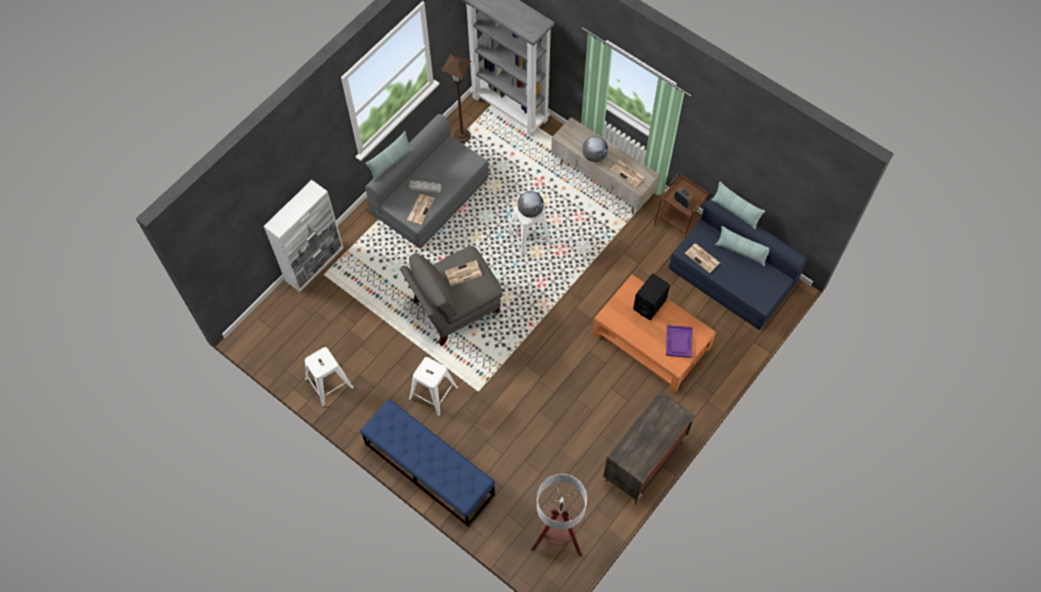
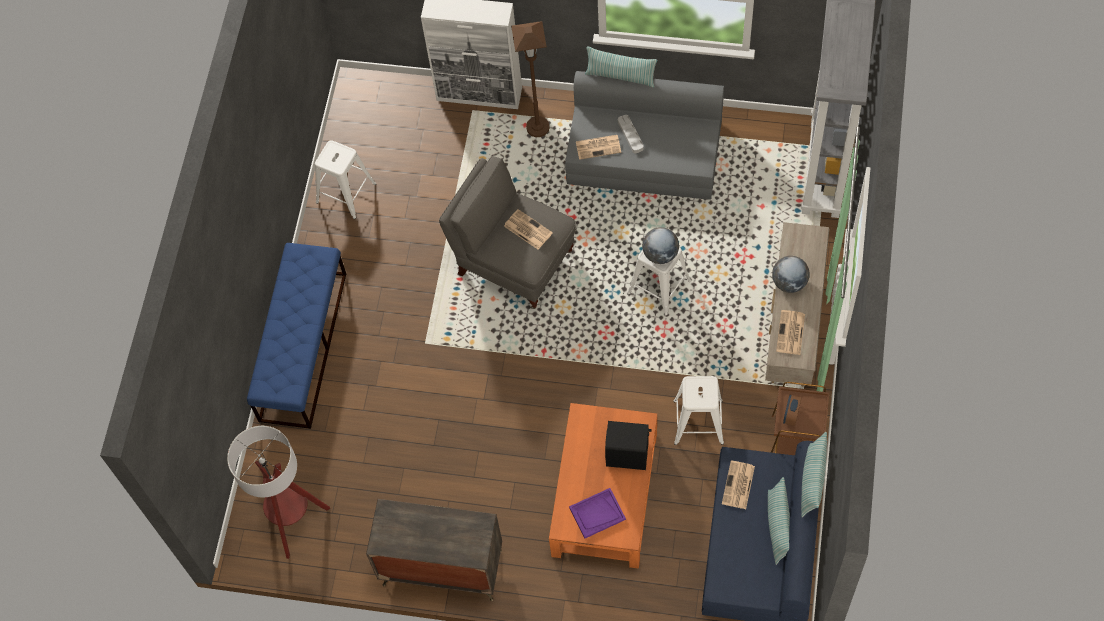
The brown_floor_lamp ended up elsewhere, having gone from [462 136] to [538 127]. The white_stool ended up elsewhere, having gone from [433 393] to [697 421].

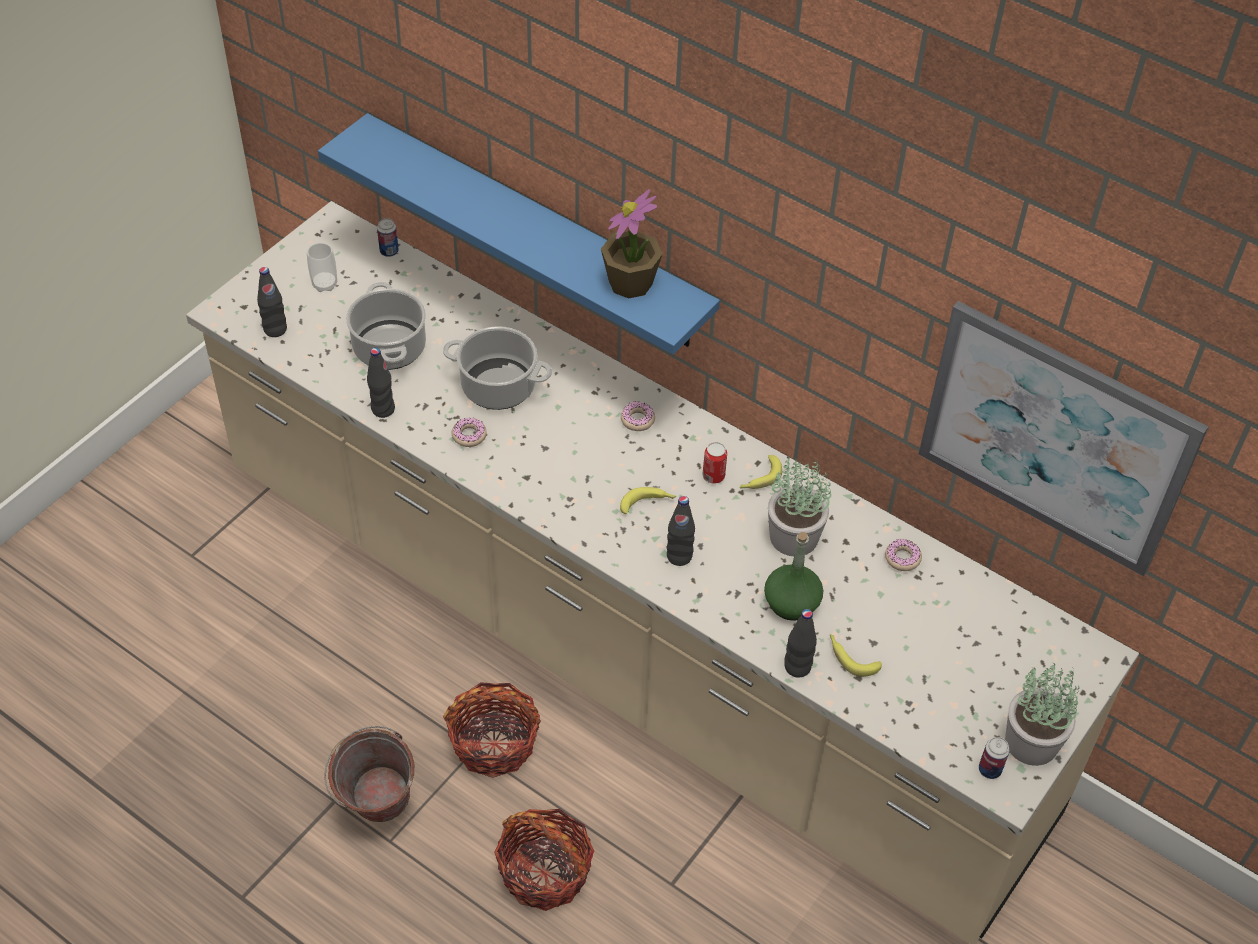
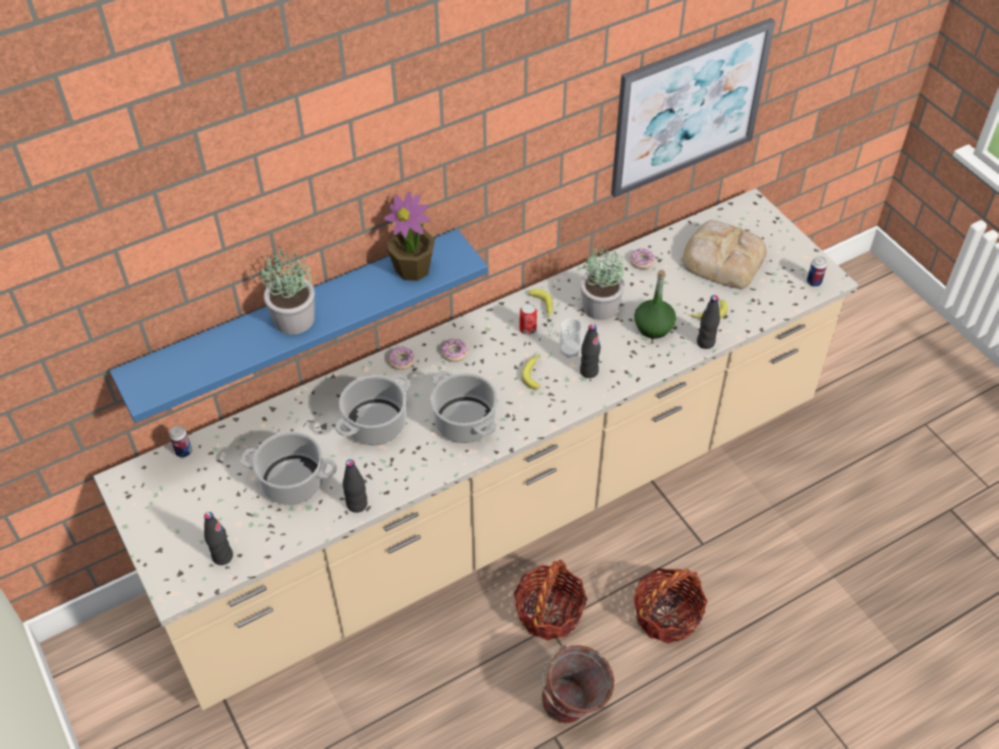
The potted_plant ended up elsewhere, having gone from [1032 743] to [295 319]. The donut ended up elsewhere, having gone from [469 435] to [401 361]. The second view gained the cooking_pot at [464 421]. The cup ended up elsewhere, having gone from [324 284] to [570 351]. The second view gained the bread at [722 258].

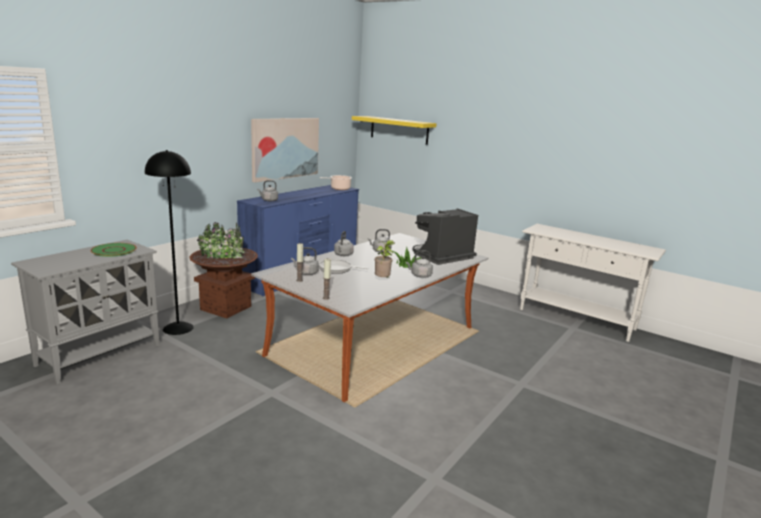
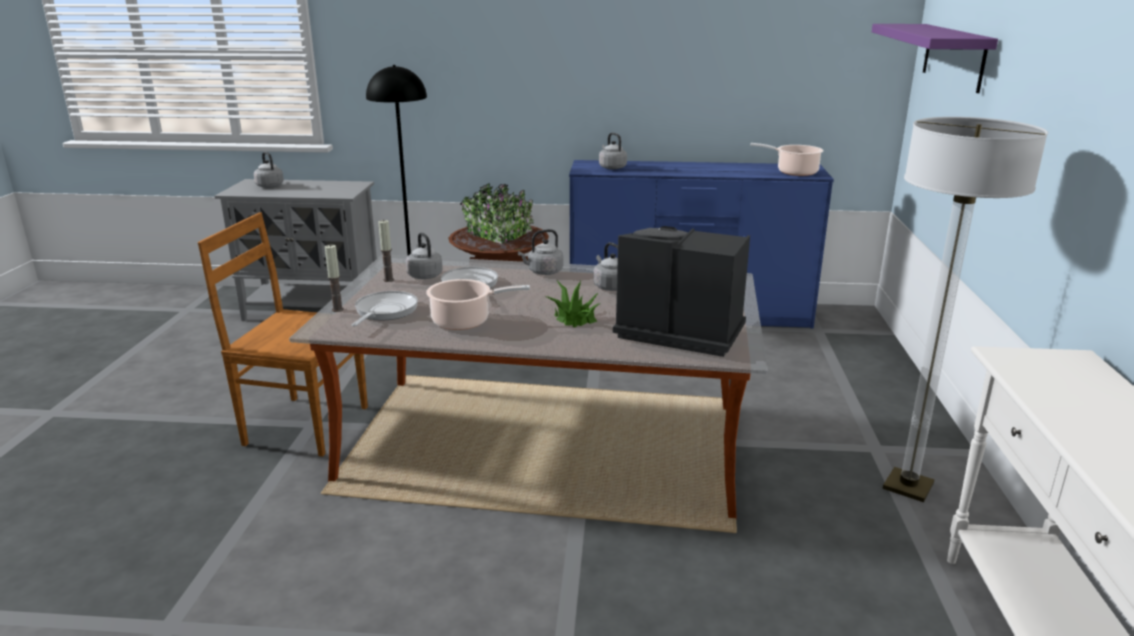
The second view gained the brown_chair at [303 425]. The grey_kettle ended up elsewhere, having gone from [420 275] to [269 185]. The second view gained the frying_pan at [384 311]. Where the potted_plant stood at [383 280], the cooking_pot came to stand at [465 321]. What was the yellow_shelf at [399 130] turned into the purple_shelf at [953 56]. The second view gained the floor_lamp at [908 486]. The second view lost the green_plate at [113 250]. The second view lost the picture at [285 148].

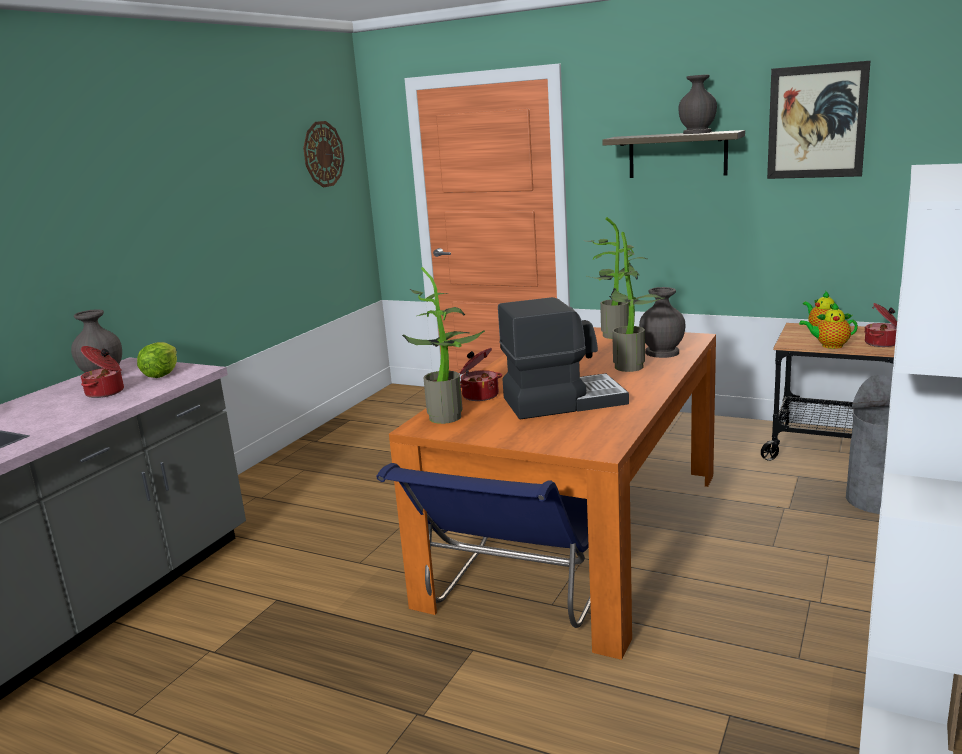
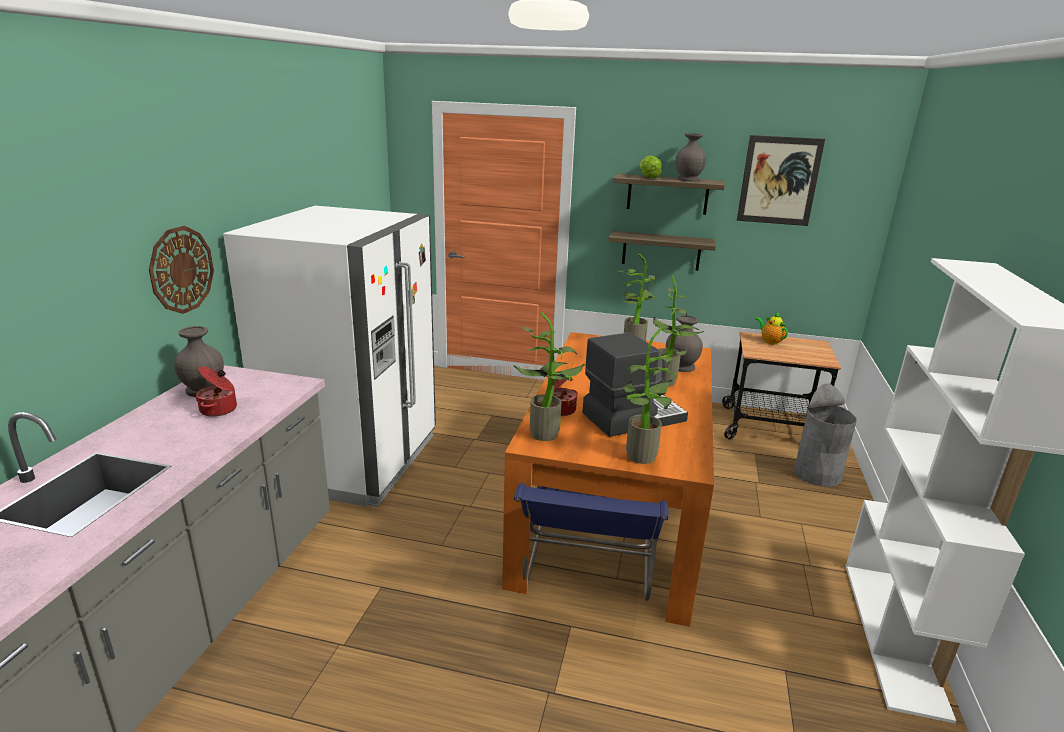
The wall_clock ended up elsewhere, having gone from [323 154] to [181 270]. The second view gained the white_fridge at [355 461]. The second view gained the shelf at [661 251]. The second view gained the potted_plant at [643 458]. The lettuce ended up elsewhere, having gone from [161 374] to [648 177]. The second view lost the teapot at [829 346]. The second view lost the cooking_pot at [882 343].

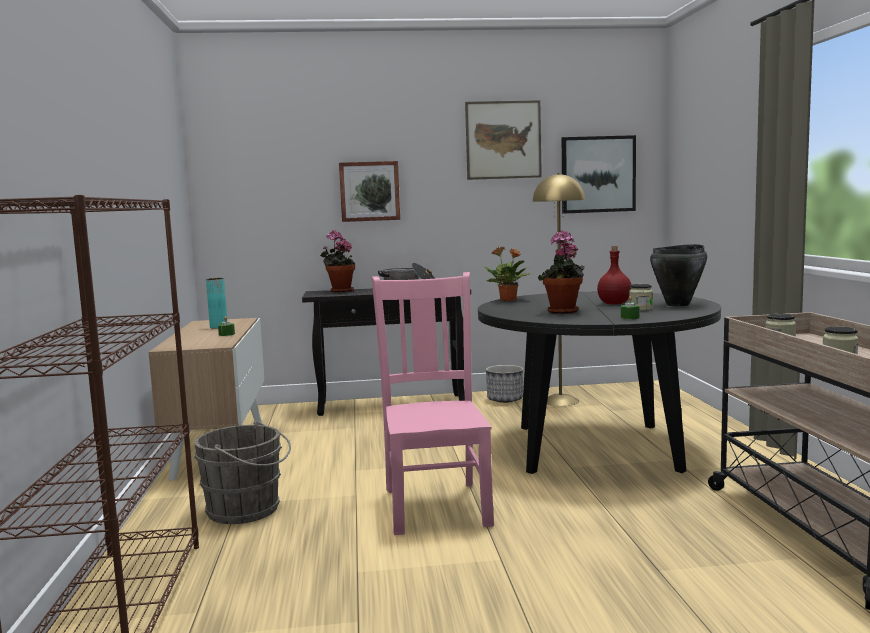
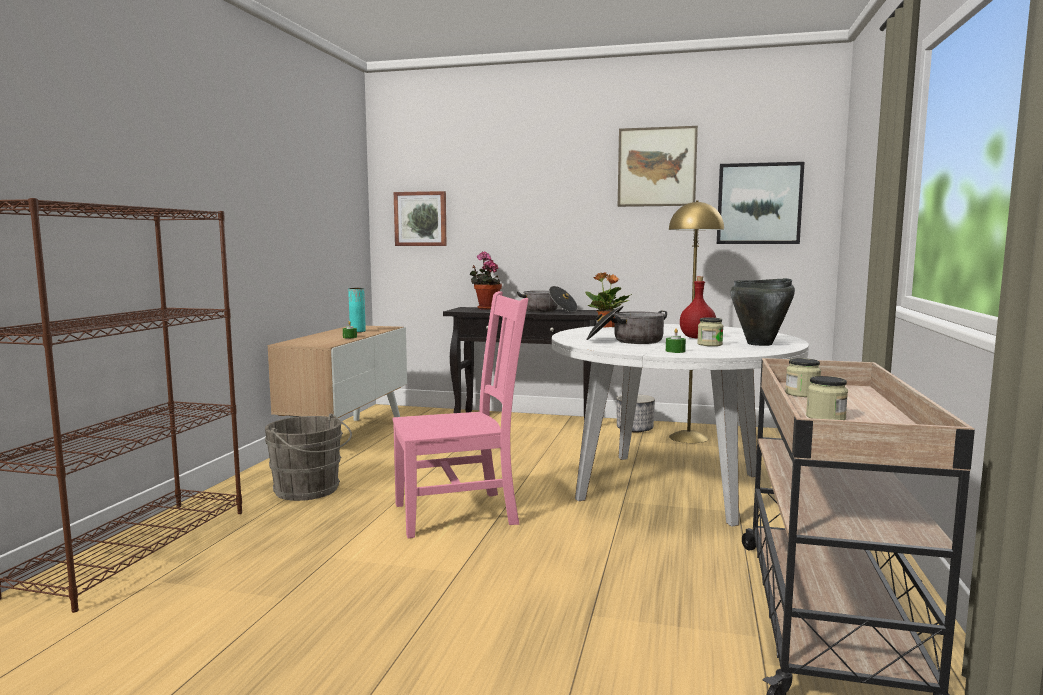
The pink_chair at [436 504] ended up facing another way, 60 degrees clockwise from before. The picture ended up elsewhere, having gone from [369 191] to [421 219]. What was the black_dining_table at [595 447] turned into the white_dining_table at [670 487]. Where the potted_plant stood at [563 312], the cooking_pot came to stand at [626 341].

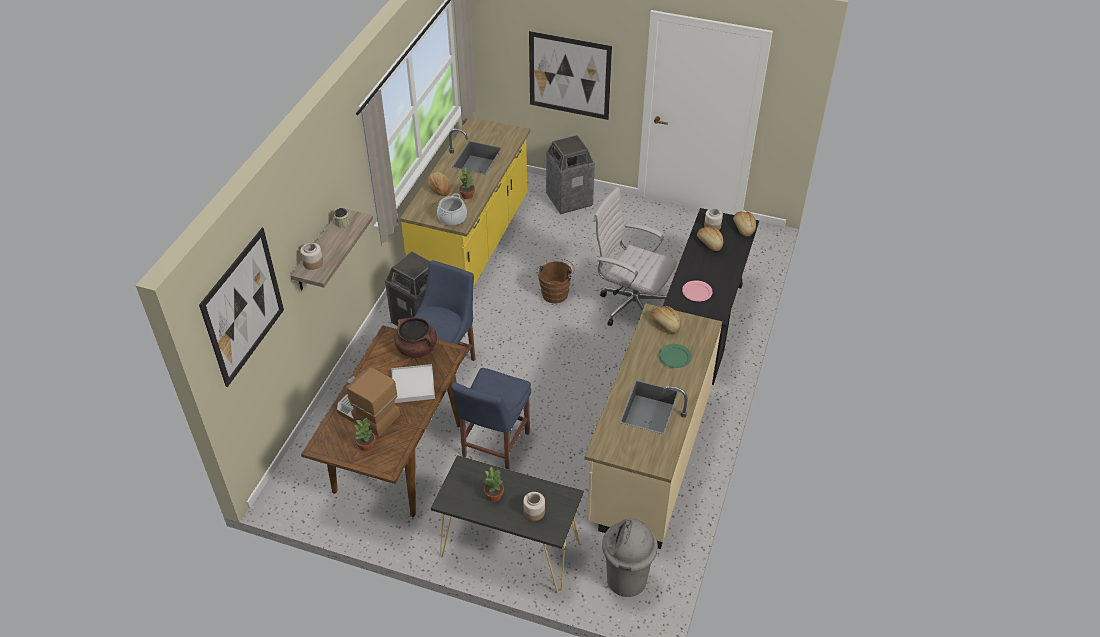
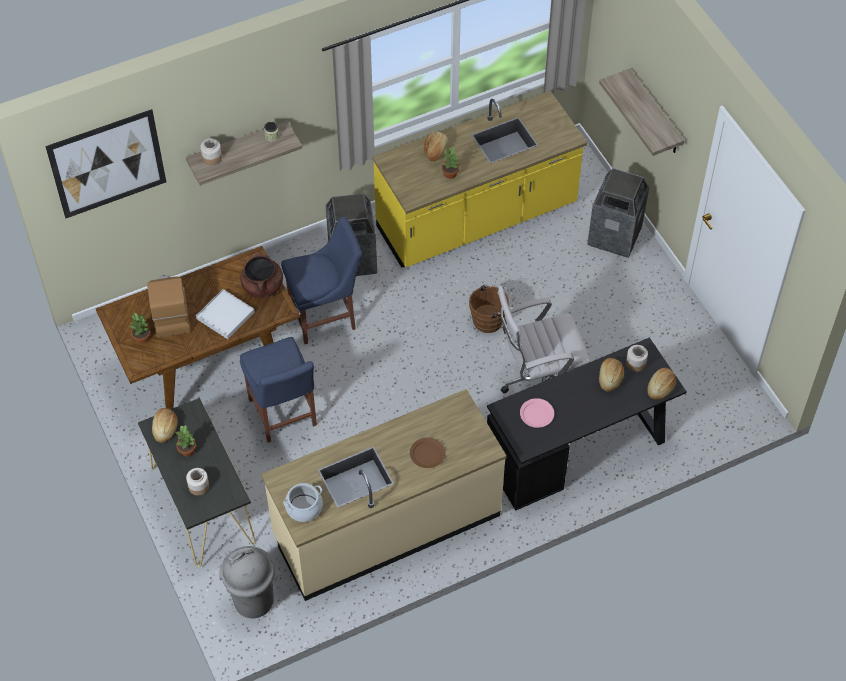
The bread ended up elsewhere, having gone from [665 324] to [165 428]. The blue_chair at [494 447] ended up facing another way, 90 degrees counterclockwise from before. The cooking_pot ended up elsewhere, having gone from [452 218] to [304 508]. What was the green_plate at [674 357] turned into the brown_plate at [427 453]. The white_office_chair at [630 306] ended up facing another way, 90 degrees counterclockwise from before. Where the picture hung at [569 75], the shelf came to hang at [655 114].

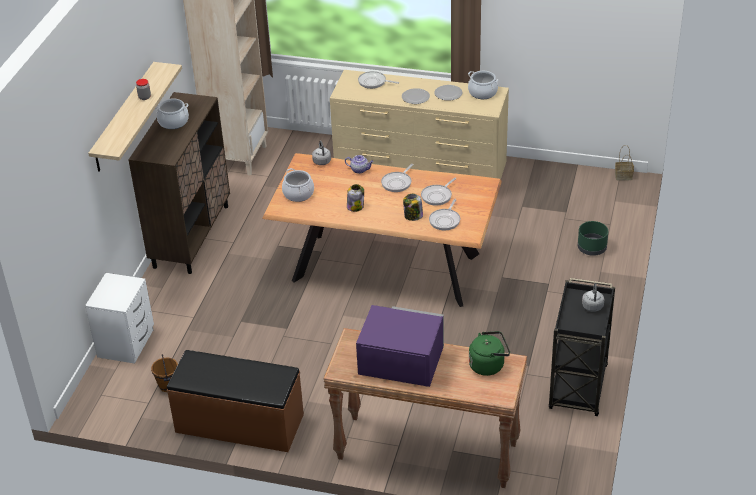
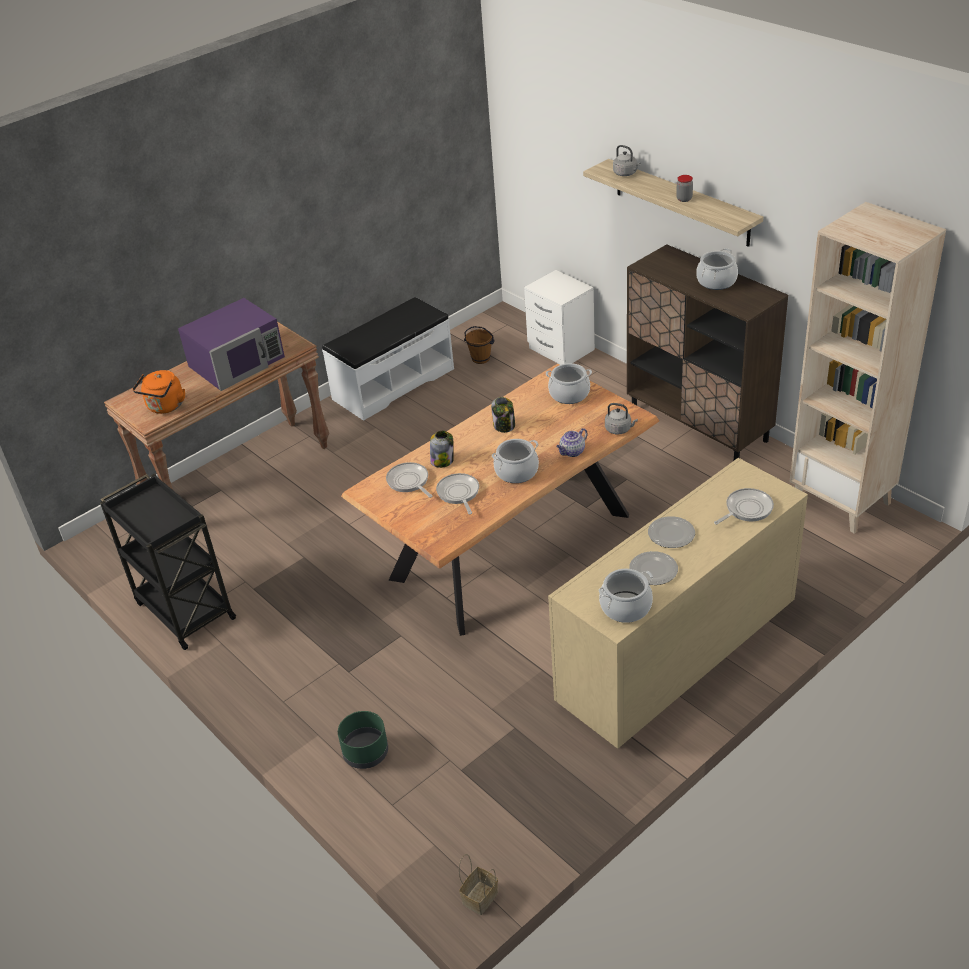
What was the green_kettle at [488 365] turned into the orange_kettle at [165 407]. What was the brown_bench at [239 424] turned into the white_bench at [393 383]. Where the frying_pan stood at [397 183], the cooking_pot came to stand at [516 472]. The grey_kettle ended up elsewhere, having gone from [592 305] to [626 173].

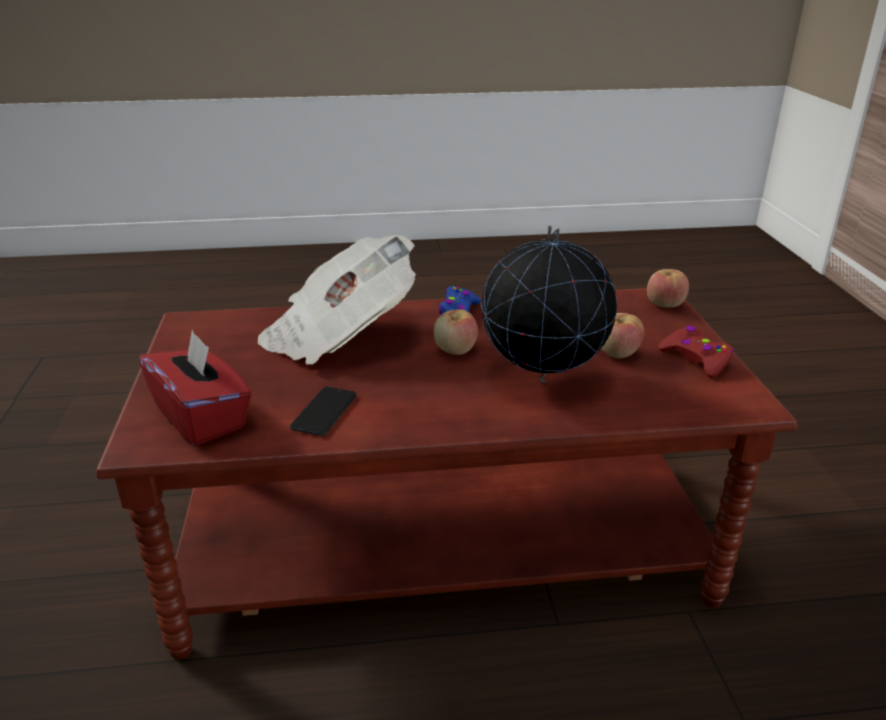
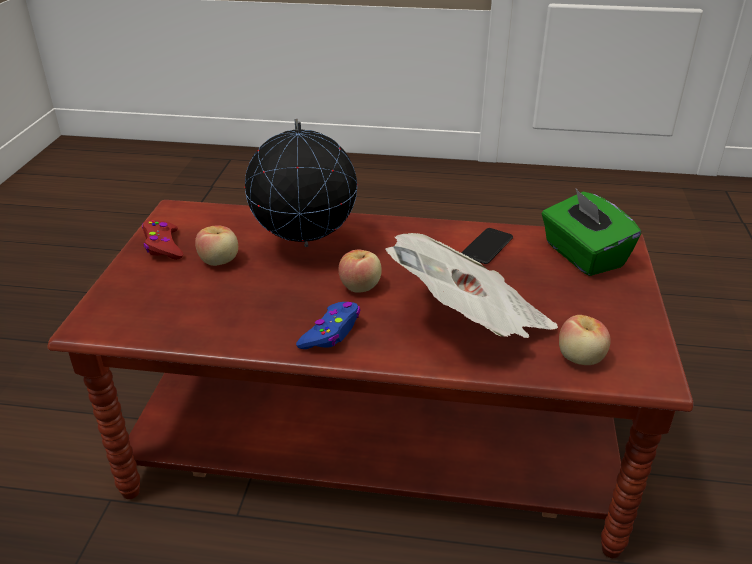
What was the red_tissue_box at [202 418] turned into the green_tissue_box at [582 255]. The apple ended up elsewhere, having gone from [664 304] to [580 358].

